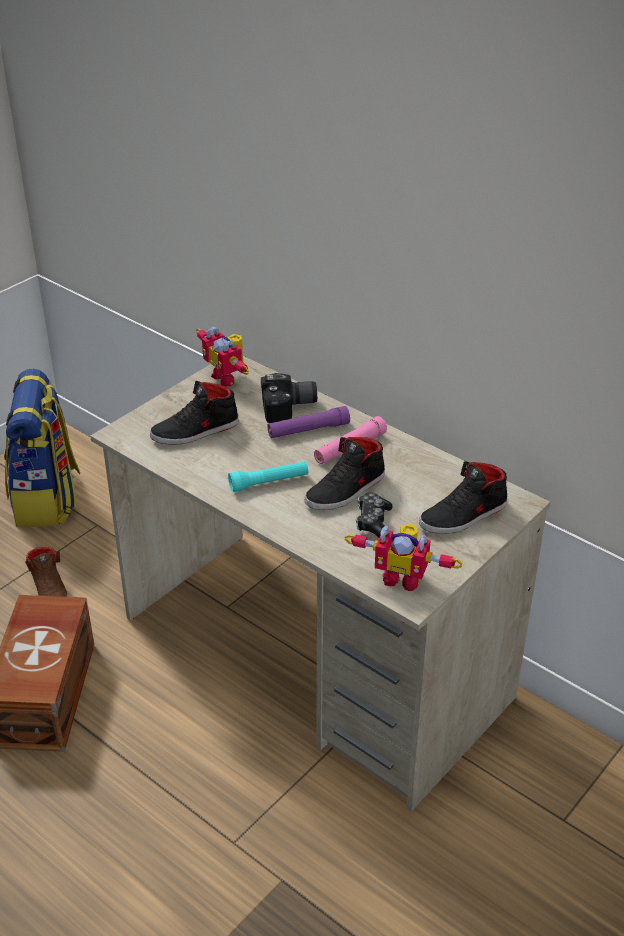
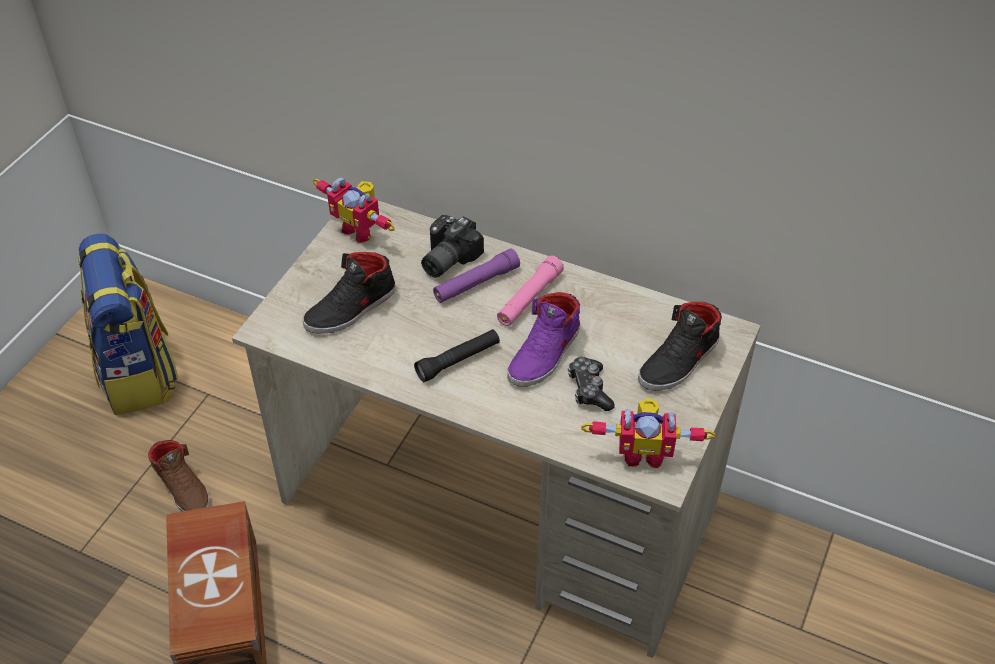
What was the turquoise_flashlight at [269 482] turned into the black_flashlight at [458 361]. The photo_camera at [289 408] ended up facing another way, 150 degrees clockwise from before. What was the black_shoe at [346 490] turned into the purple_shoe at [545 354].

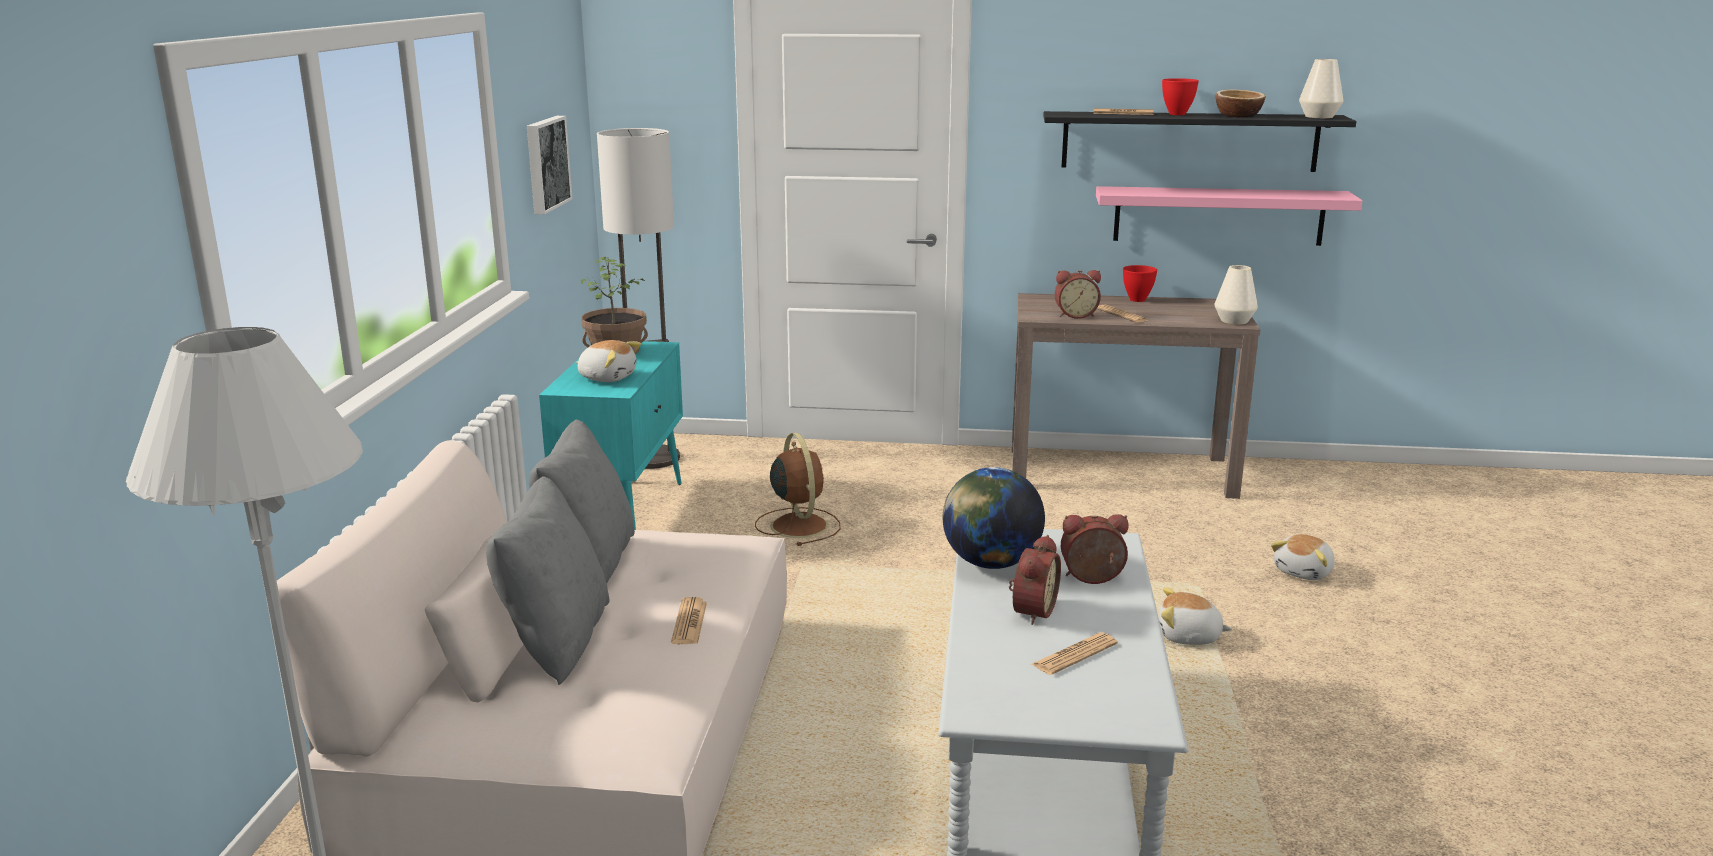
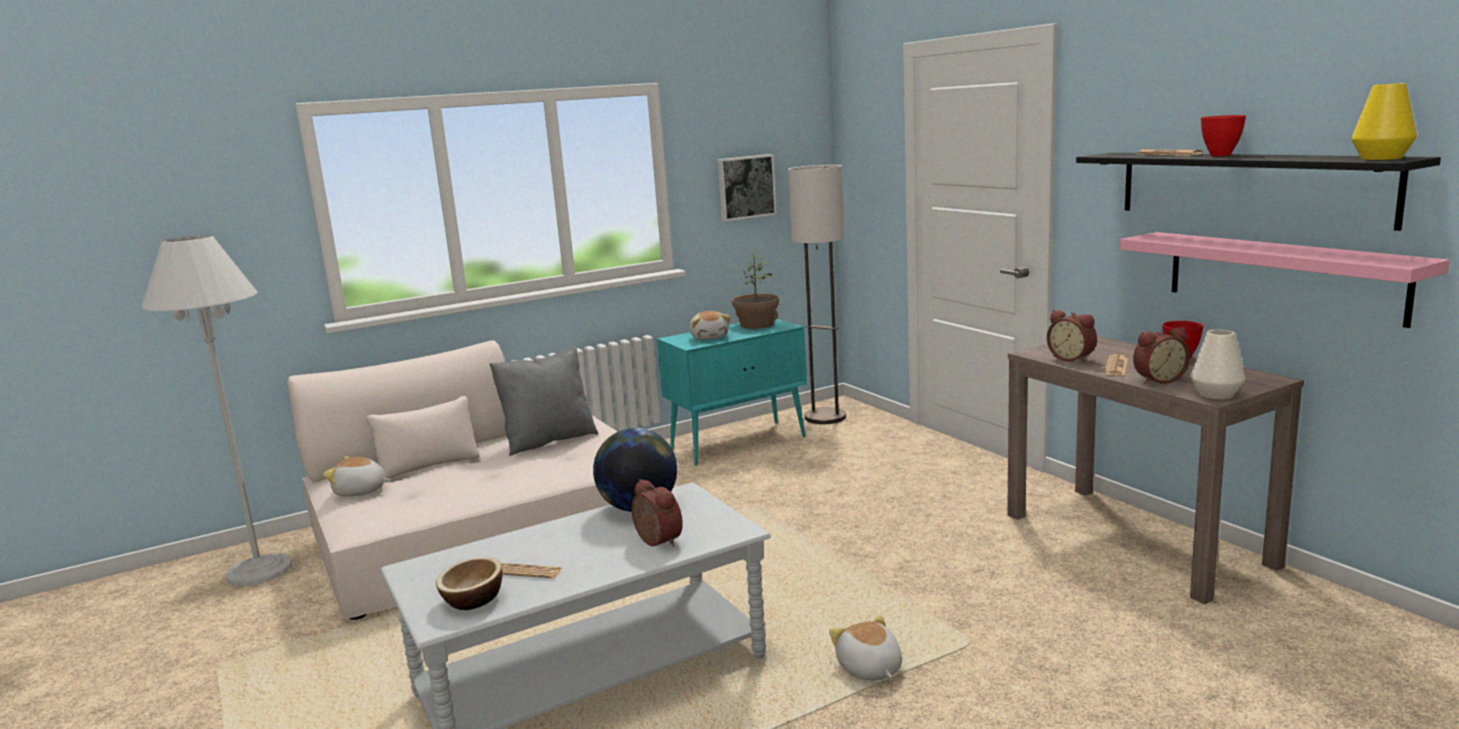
The plush_toy ended up elsewhere, having gone from [1304 572] to [360 491]. The bowl ended up elsewhere, having gone from [1238 115] to [473 600]. The alarm_clock ended up elsewhere, having gone from [1031 611] to [1158 380]. What was the white_vase at [1318 116] turned into the yellow_vase at [1381 158]. The second view lost the grey_pillow at [556 641]. The second view lost the newspaper at [689 622]. The second view lost the brown_fan at [798 525].

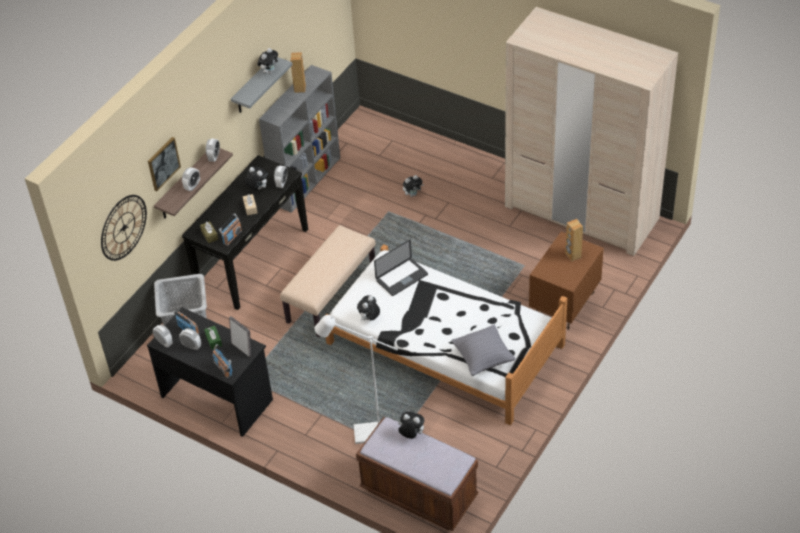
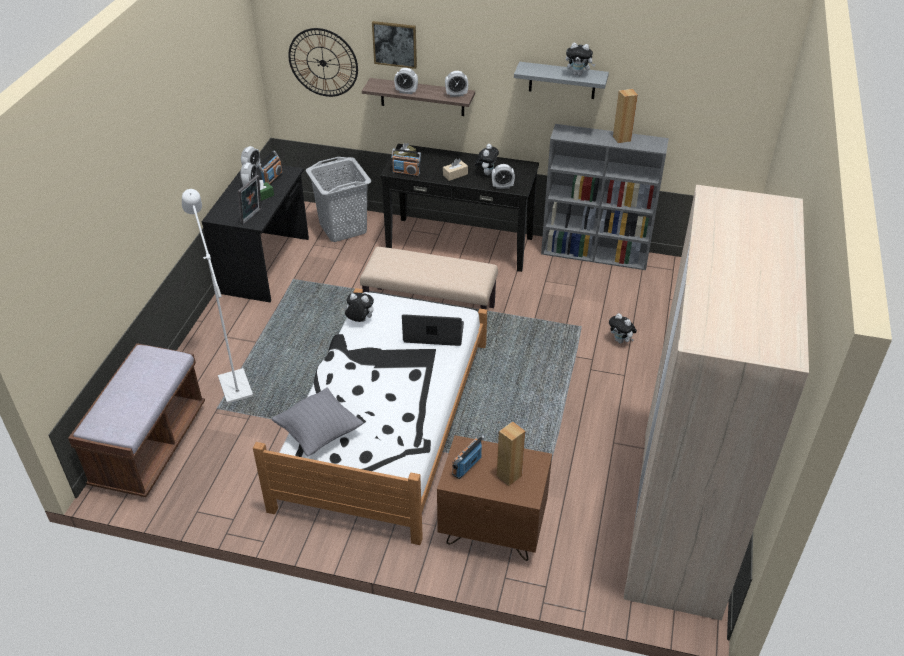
The laptop at [402 277] ended up facing another way, 150 degrees clockwise from before. The radio ended up elsewhere, having gone from [223 369] to [467 466]. The second view lost the plush_toy at [411 435].

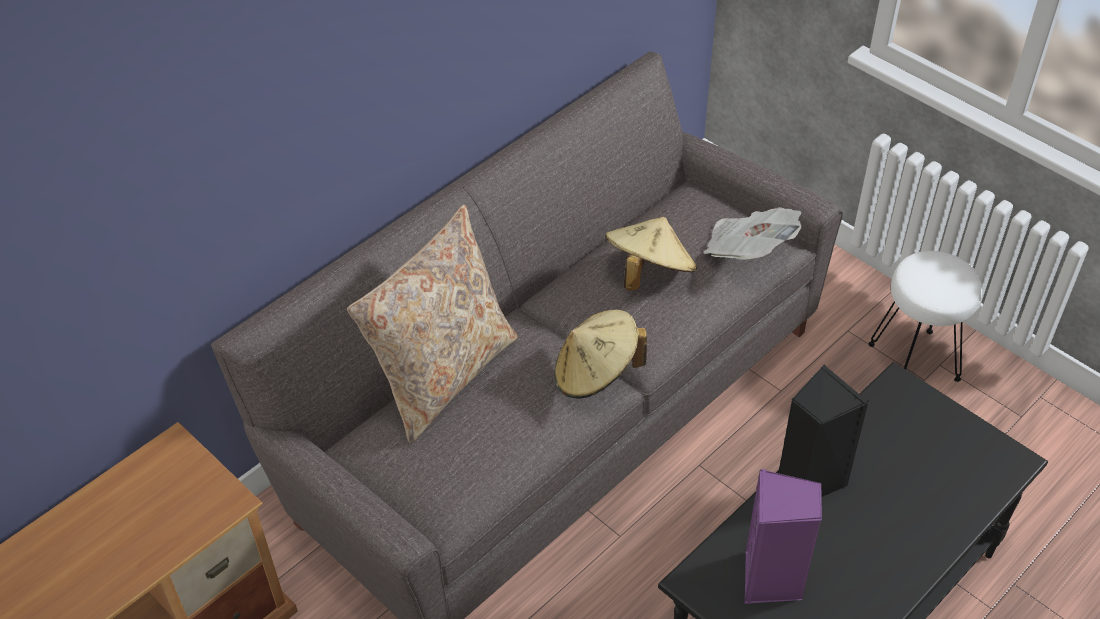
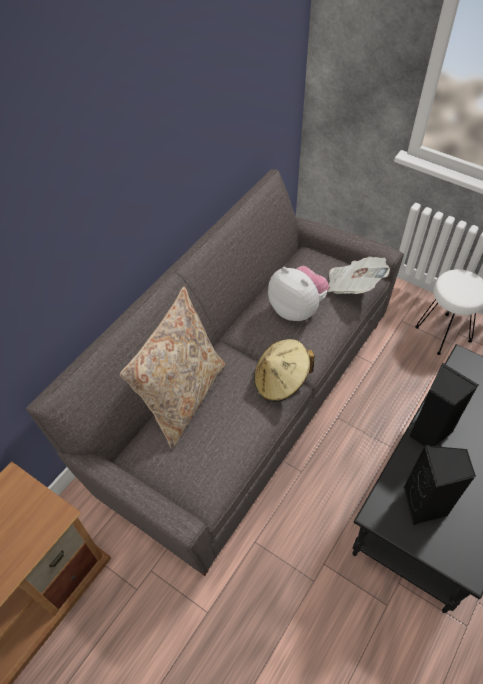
Where the beige_hat stood at [648 273], the plush_toy came to stand at [297 309]. What was the purple_speaker at [772 580] turned into the black_speaker at [425 505].

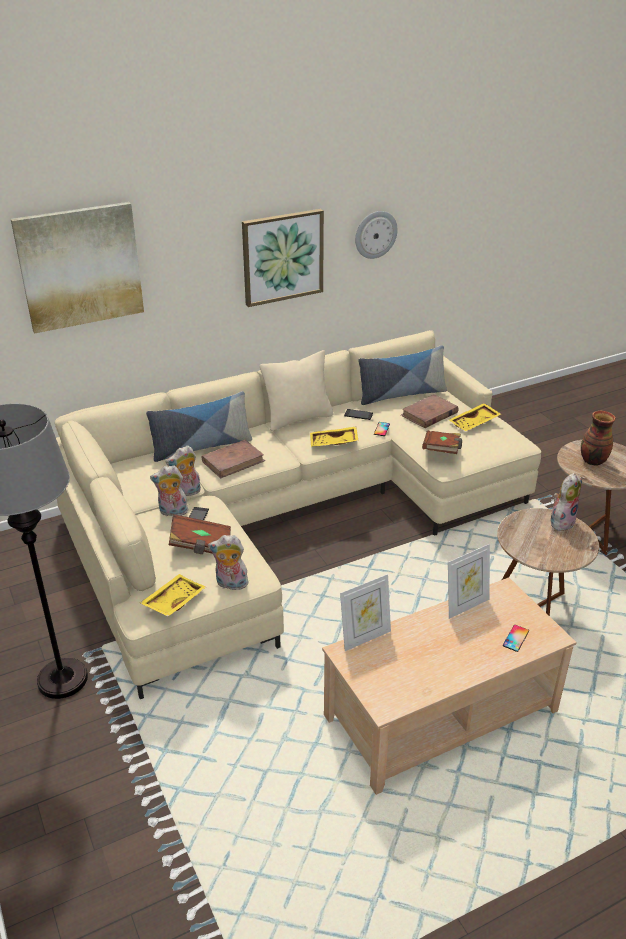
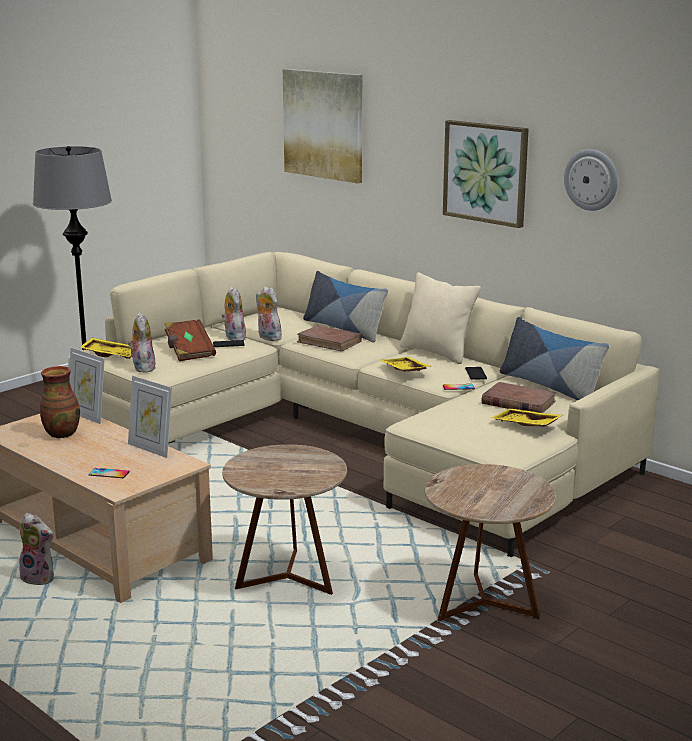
The plush_toy ended up elsewhere, having gone from [561 521] to [40 578]. The vase ended up elsewhere, having gone from [592 460] to [61 433]. The second view lost the brown_book at [442 451].

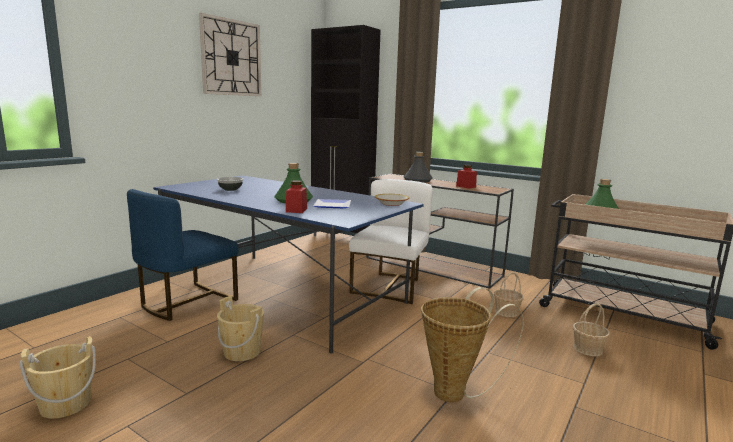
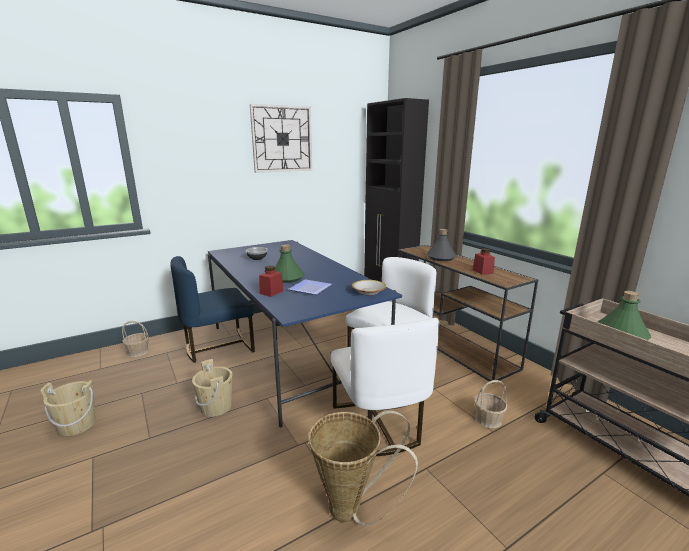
The basket ended up elsewhere, having gone from [588 349] to [138 352]. The second view gained the white_chair at [379 424].

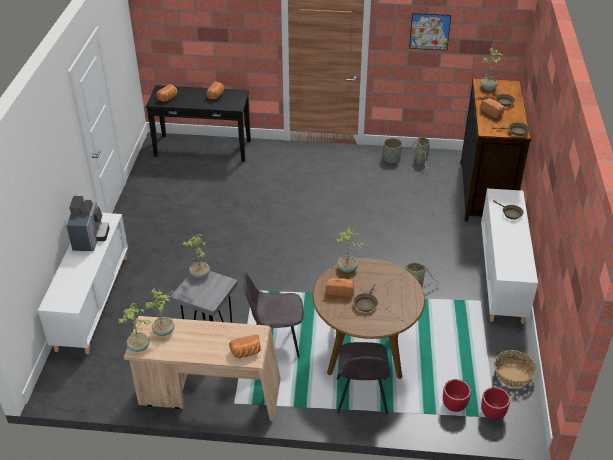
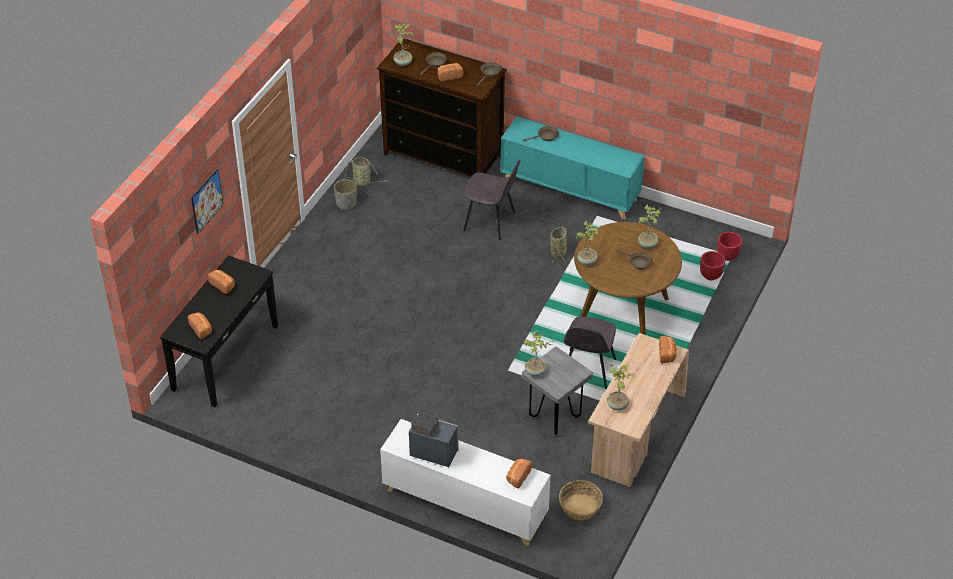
The picture ended up elsewhere, having gone from [429 31] to [207 201]. The grey_chair ended up elsewhere, having gone from [361 397] to [491 222]. What was the white_cabinet at [501 275] turned into the turquoise_cabinet at [570 190]. The bread ended up elsewhere, having gone from [340 291] to [517 476]. The basket ended up elsewhere, having gone from [512 375] to [580 507]. The potted_plant ended up elsewhere, having gone from [139 347] to [648 245].

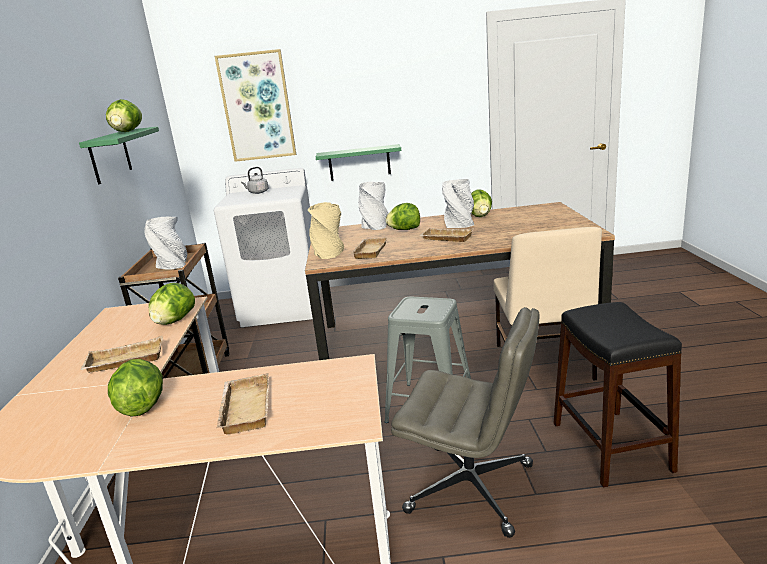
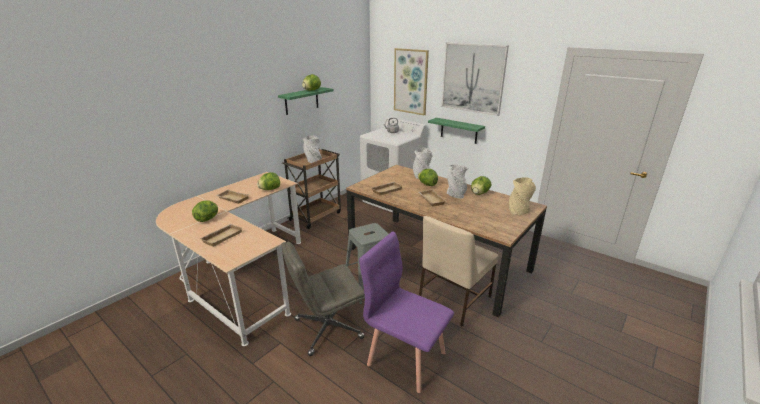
The grey_office_chair at [472 488] ended up facing another way, 90 degrees clockwise from before. Where the black_stool stood at [610 446], the purple_chair came to stand at [406 357]. The second view gained the picture at [473 78]. The beige_vase ended up elsewhere, having gone from [328 253] to [518 210].

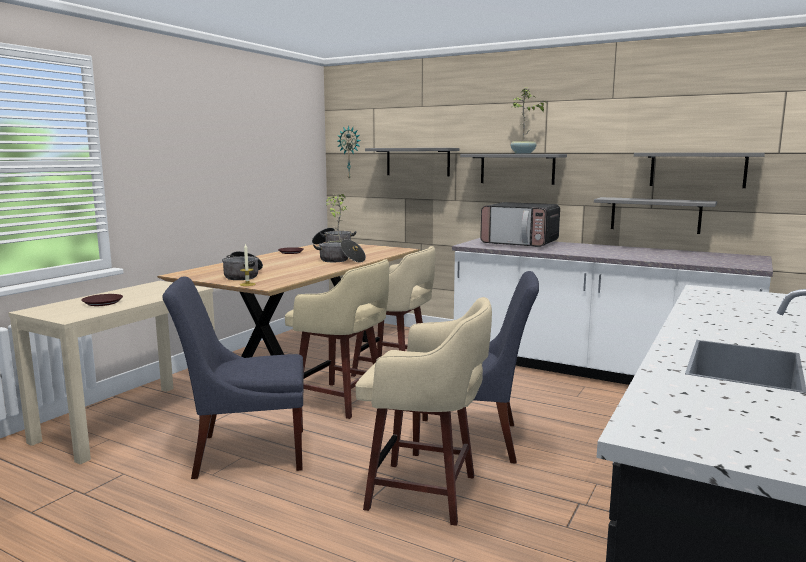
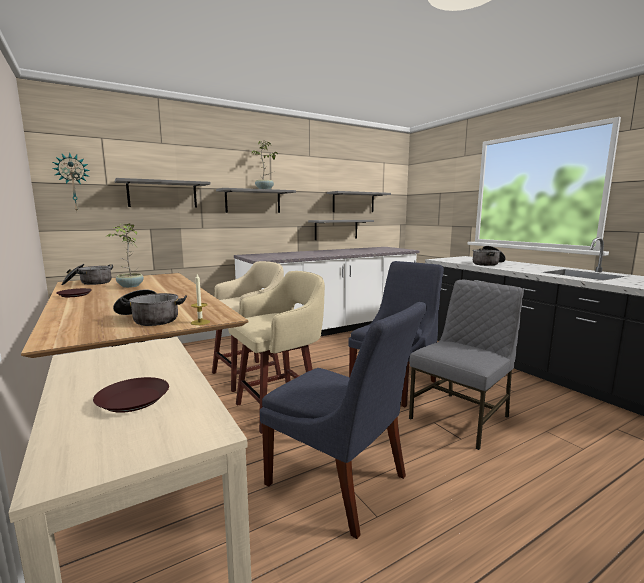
The blue_chair at [245 452] ended up facing another way, 75 degrees counterclockwise from before. Where the beige_stool stood at [426 493], the grey_chair came to stand at [462 417]. The cooking_pot ended up elsewhere, having gone from [341 260] to [488 264]. The second view lost the microwave at [520 243].

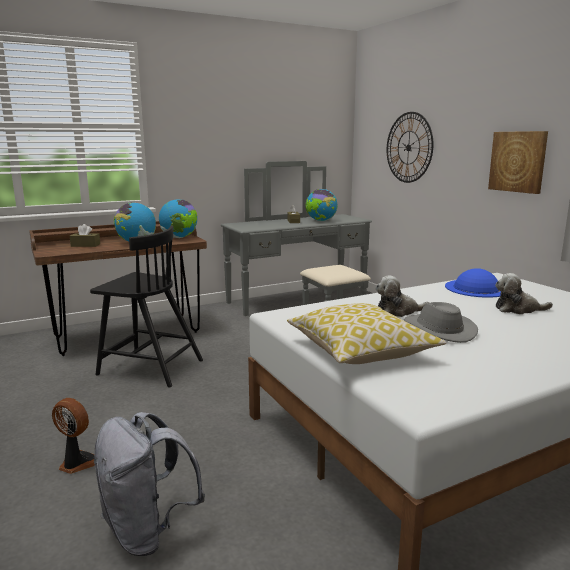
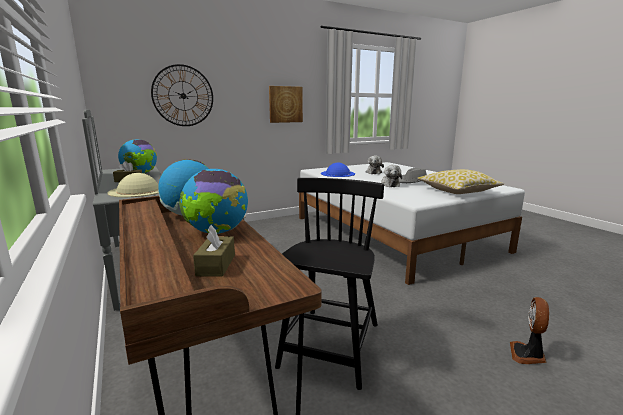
The second view gained the beige_hat at [138 190]. The second view lost the grey_backpack at [148 531].

